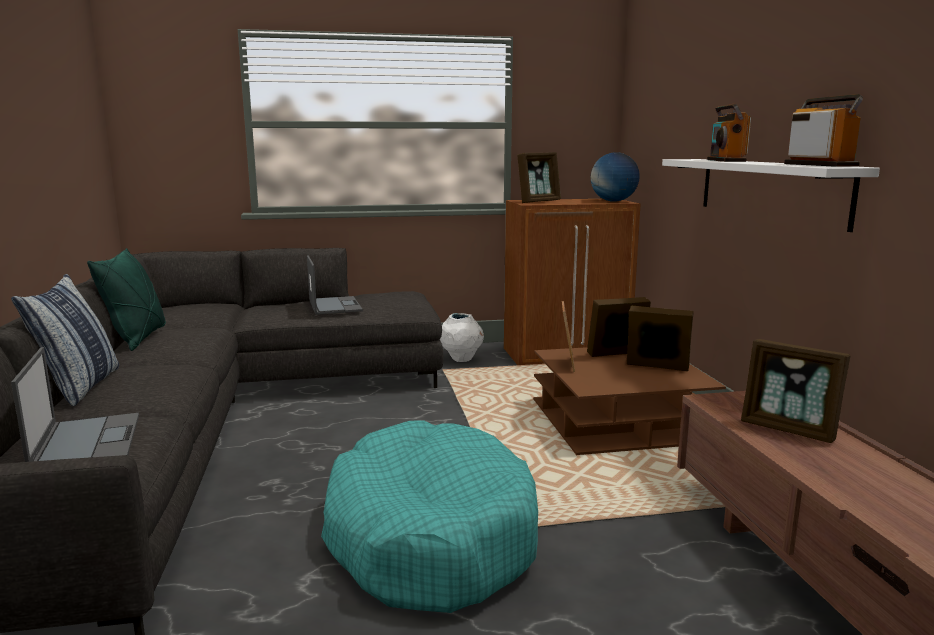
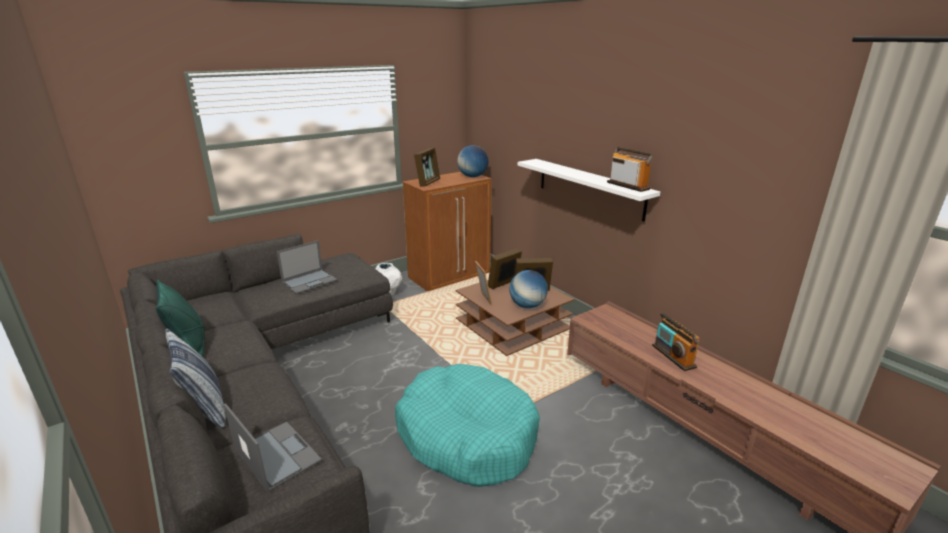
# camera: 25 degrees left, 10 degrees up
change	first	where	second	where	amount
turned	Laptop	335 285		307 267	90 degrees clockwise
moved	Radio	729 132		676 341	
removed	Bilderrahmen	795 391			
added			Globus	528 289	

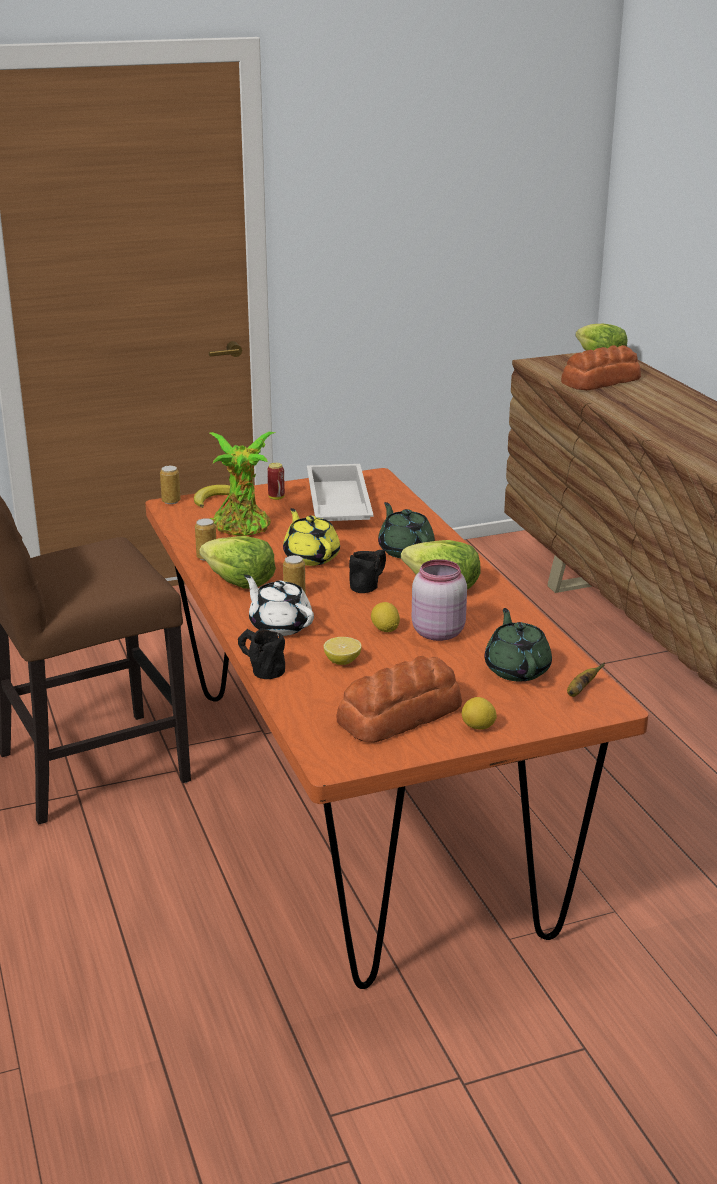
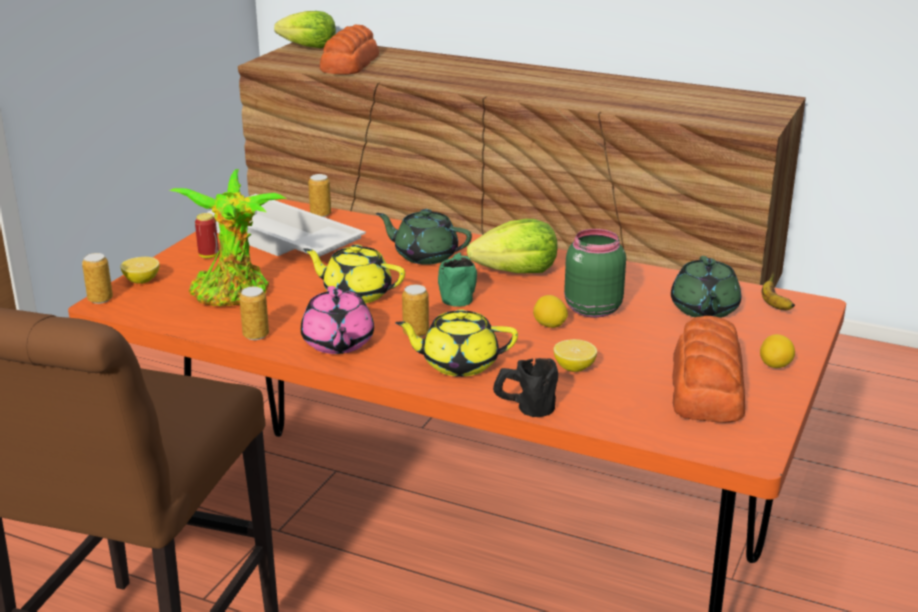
# camera: 45 degrees left, 0 degrees up
change	first	where	second	where	amount
replaced	Banane	212 496	Zitrone	140 270	
replaced	Salatkopf	237 562	Teekanne (rosa)	337 320	
recoloured	Teekanne (weiß)	279 605	Teekanne (gelb)	456 343	
recoloured	Henkelbecher (schwarz)	367 571	Henkelbecher (grün)	457 279	
recoloured	Vorratsglas (rosa)	439 600	Vorratsglas (grün)	595 273	
turned	Teekanne (grün)	518 644		706 287	120 degrees counterclockwise
added			Dose	319 195	

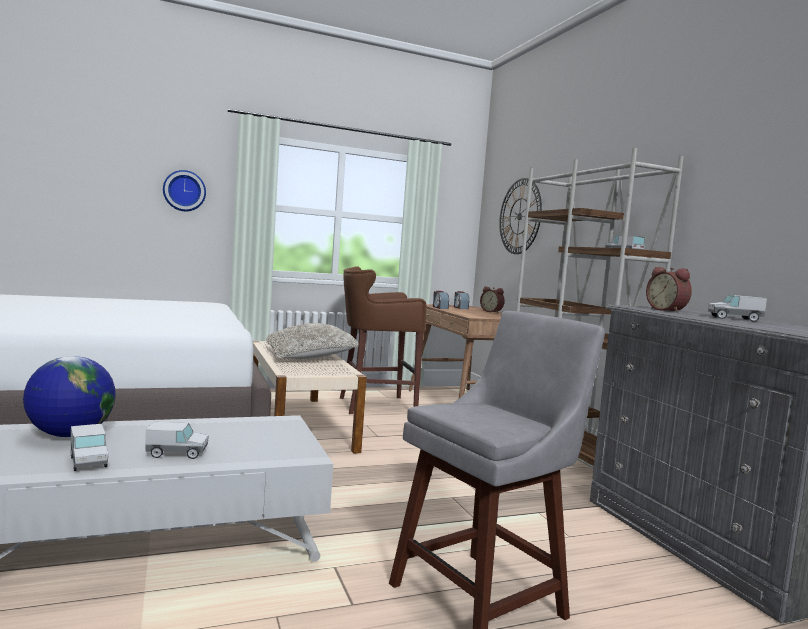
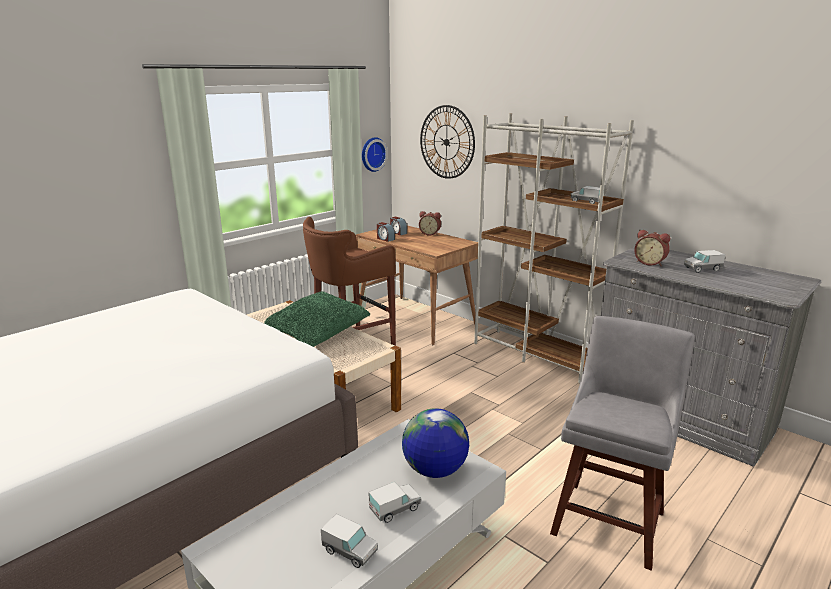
# camera: 25 degrees left, 15 degrees up
change	first	where	second	where	amount
moved	Globus	69 396		435 443	
moved	Wanduhr	184 190		375 154	
recoloured	Kissen (beige)	312 341	Kissen (grün)	317 319	

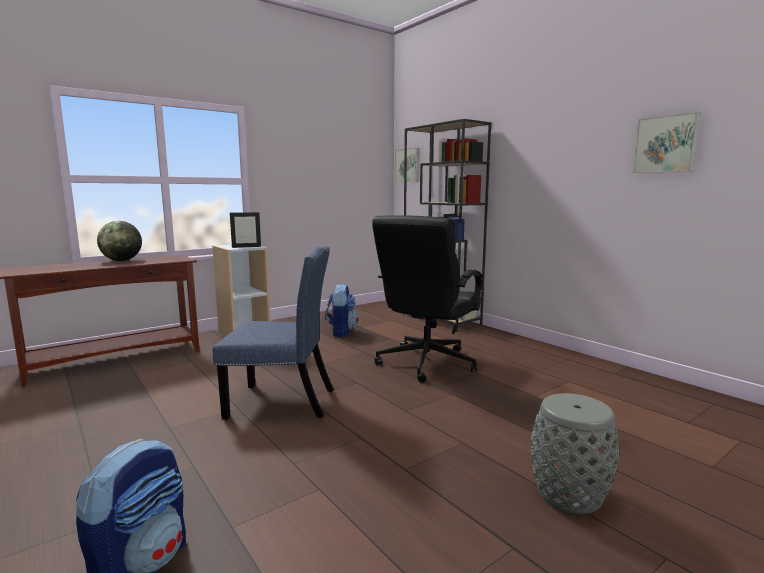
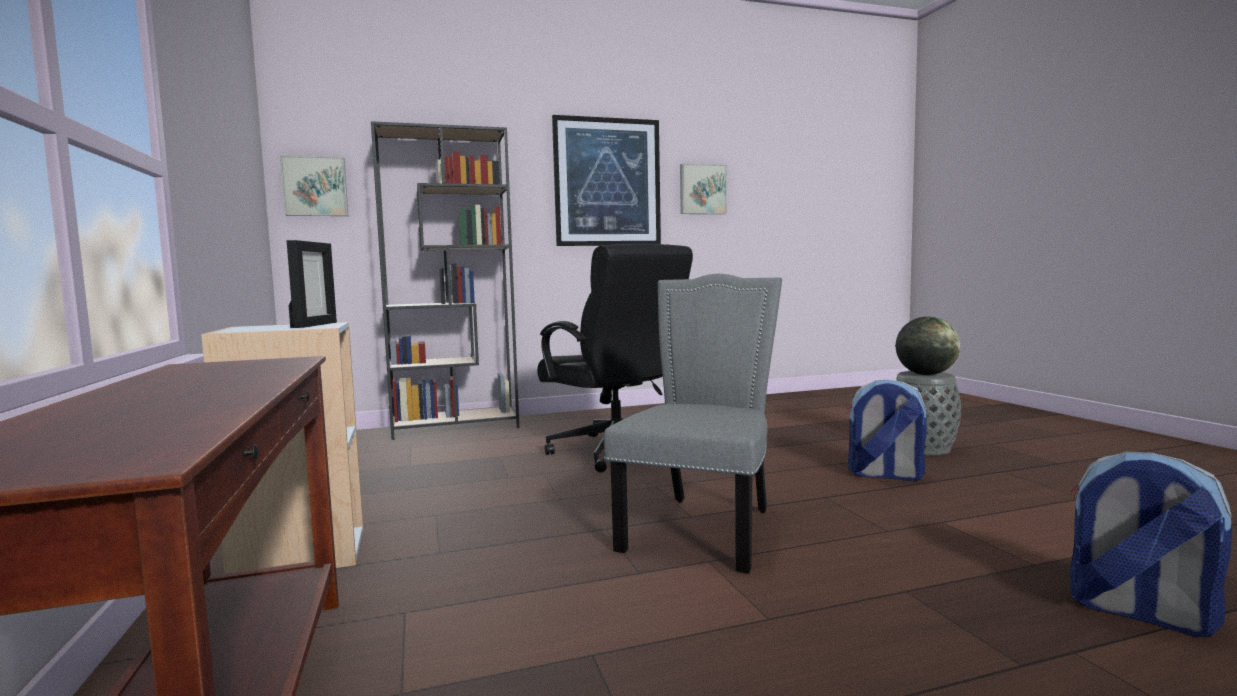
# camera: 70 degrees left, 5 degrees down
change	first	where	second	where	amount
moved	Globus	119 241		928 345	
recoloured	Stuhl (blau)	273 333	Stuhl (grau)	693 424	
moved	Rucksack	342 310		887 430	
added			Bild	606 180	

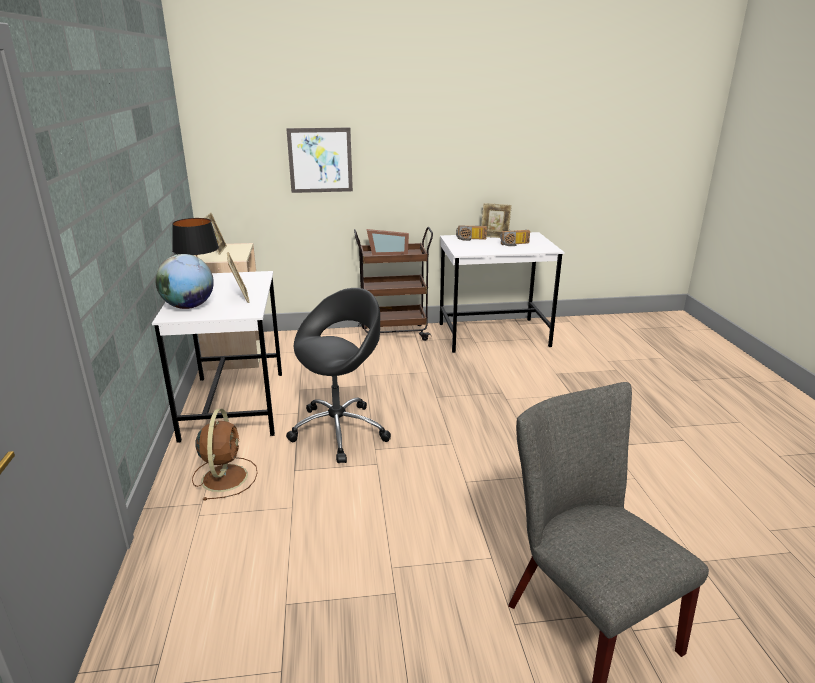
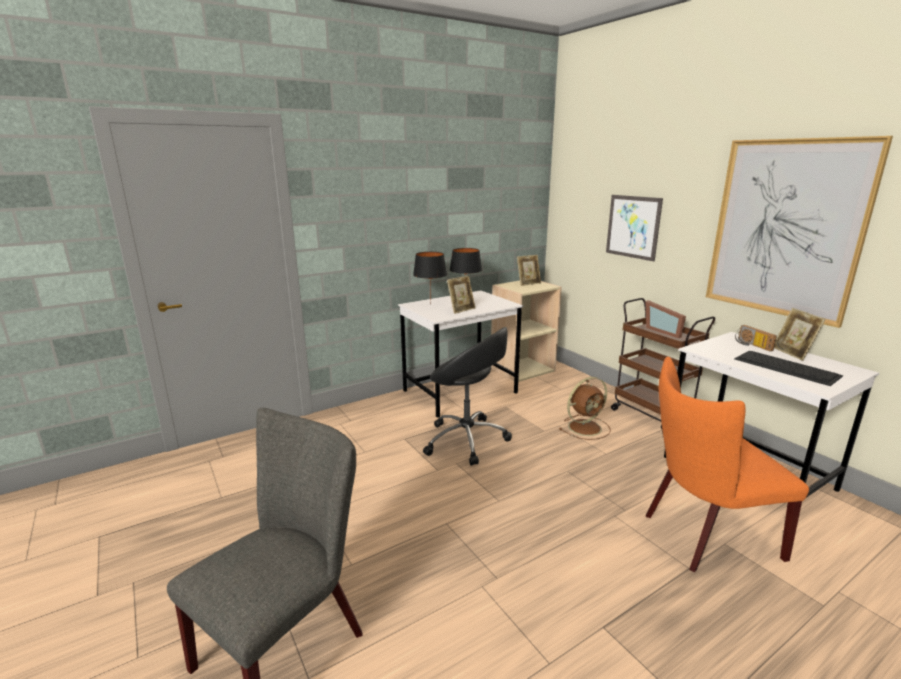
# camera: 65 degrees right, 5 degrees down
change	first	where	second	where	amount
replaced	Globus	184 281	Tischlampe (schwarz)	430 278	
moved	Ventilator (braun)	225 455		585 408	
replaced	Radio	515 238	Tastatur	788 368	
added			Stuhl (orange)	727 464	
added			Bild	799 232	

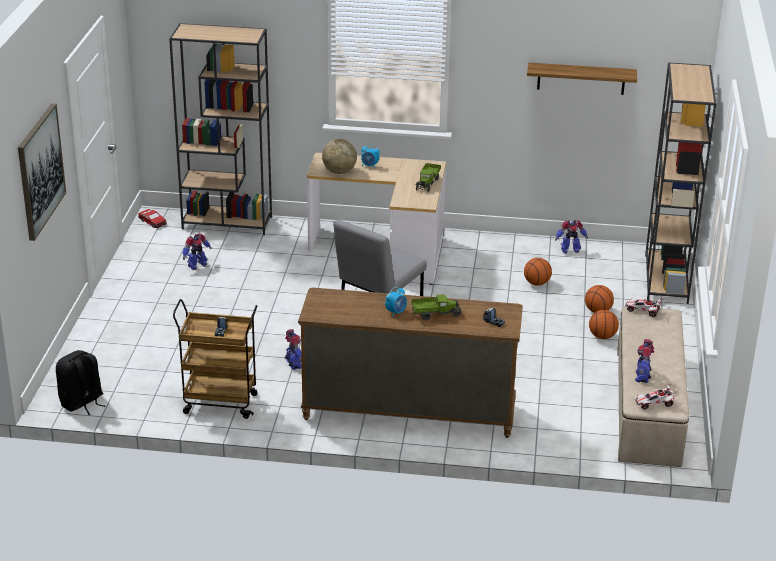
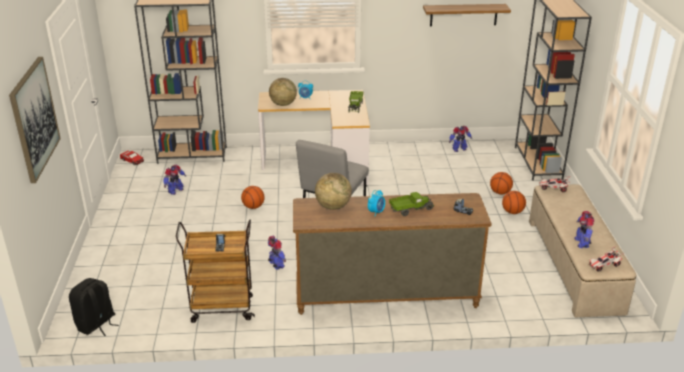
# camera: 10 degrees left, 0 degrees up
change	first	where	second	where	amount
moved	Basketball	538 272		253 197	
added			Globus	333 191	

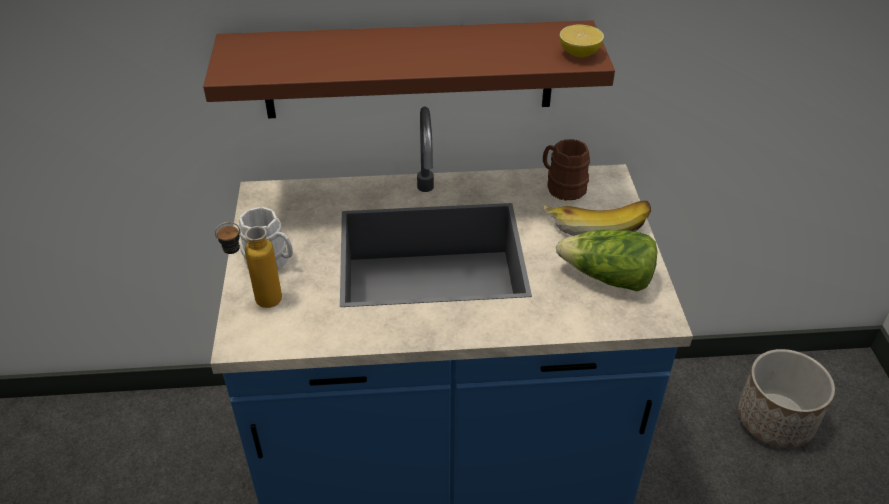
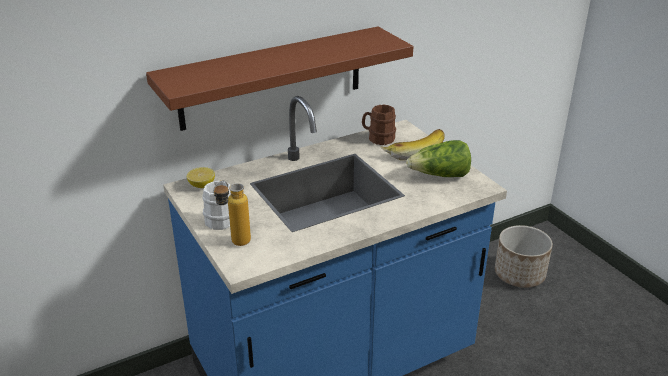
# camera: 25 degrees left, 10 degrees down
change	first	where	second	where	amount
moved	Zitrone	581 40		201 177	

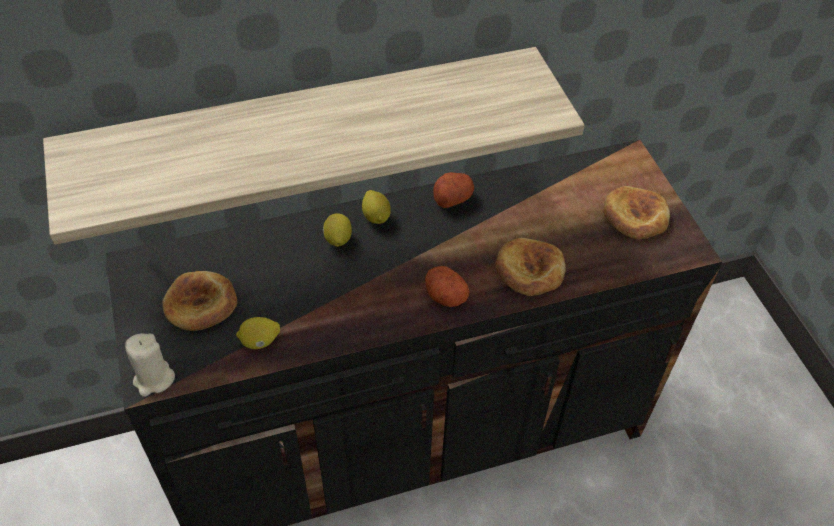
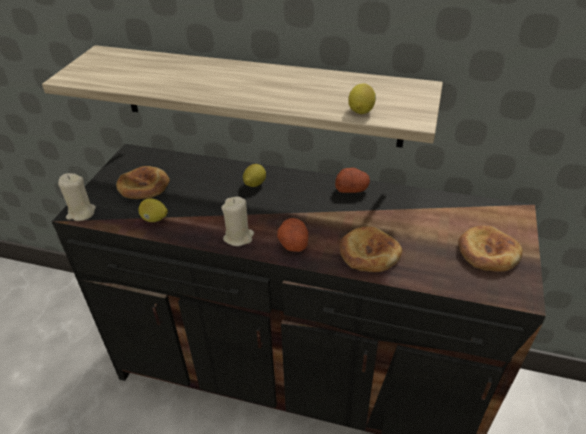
# camera: 35 degrees right, 10 degrees down
change	first	where	second	where	amount
moved	Zitrone	376 207		362 99	
added			Kerze (beige)	237 221	

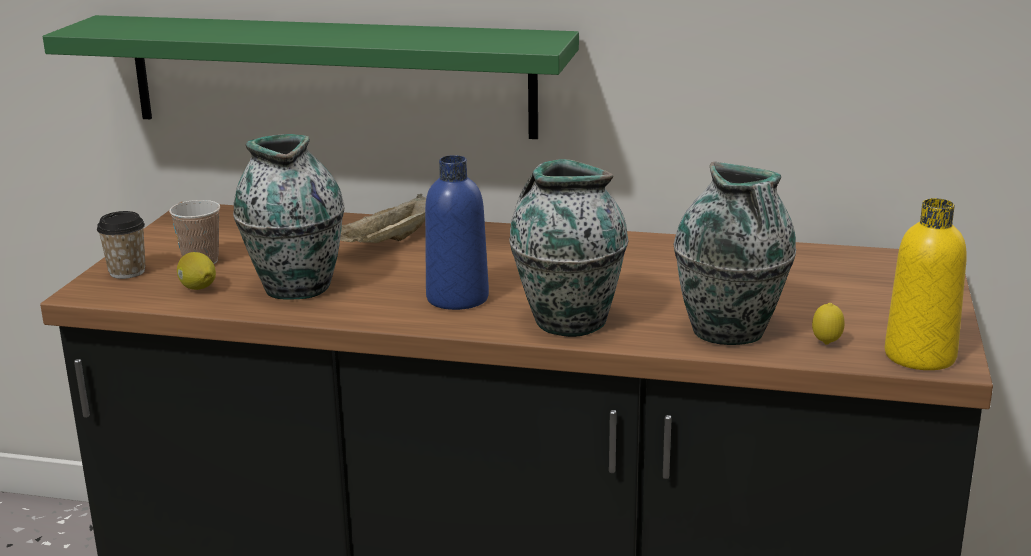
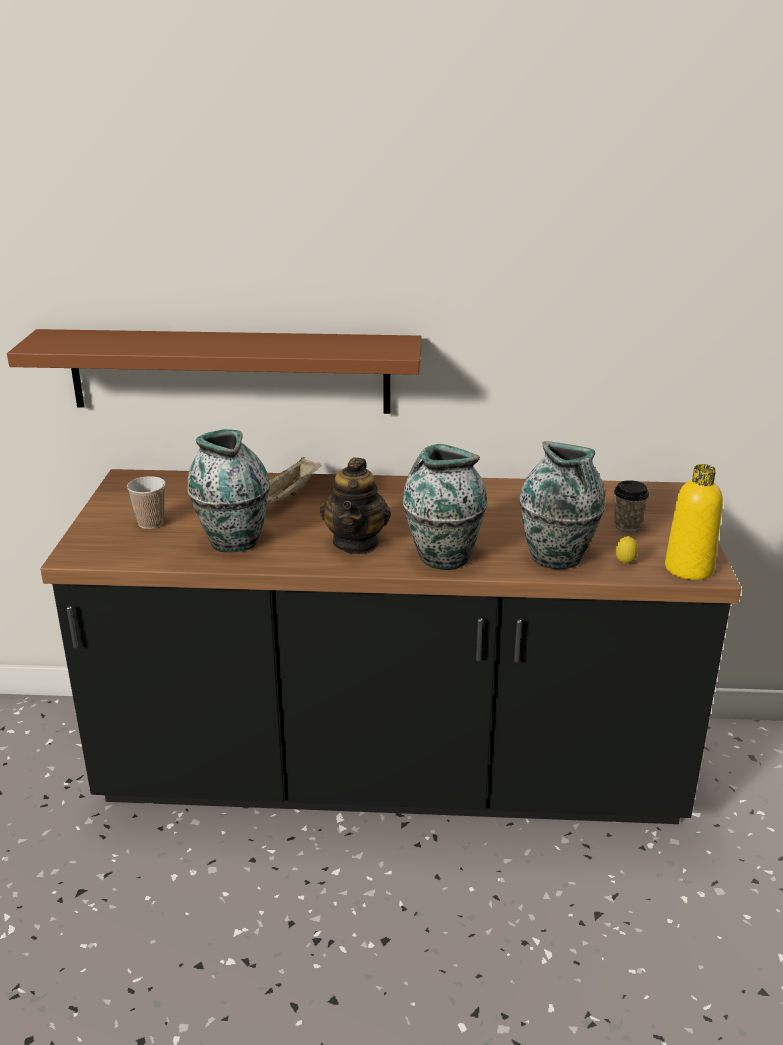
# camera: 10 degrees left, 5 degrees up
change	first	where	second	where	amount
recoloured	Wandregal (grün)	311 77	Wandregal (braun)	214 371	
moved	Tasse	121 245		631 506	
removed	Zitrone	196 271			
replaced	Flasche (blau)	457 232	Teekanne	355 505	

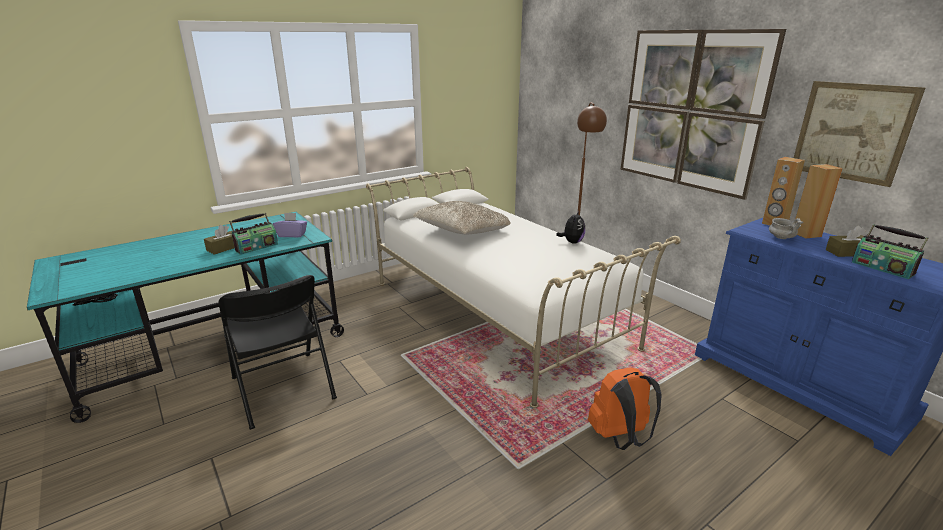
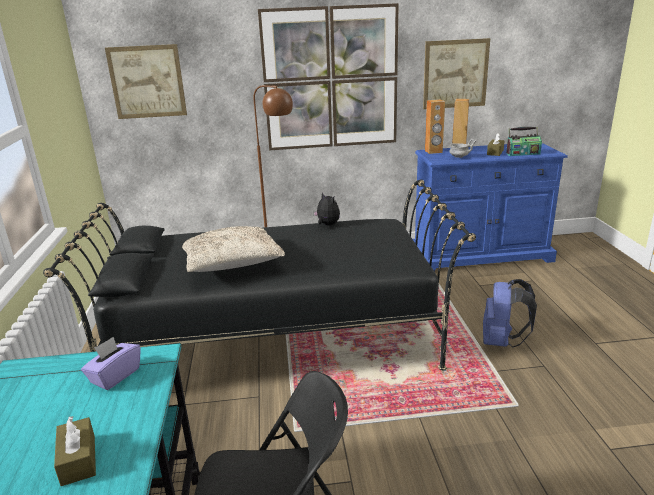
# camera: 60 degrees left, 0 degrees up
change	first	where	second	where	amount
removed	Radio	253 234			
recoloured	Bett (weiß)	523 287	Bett (schwarz)	259 275	
recoloured	Rucksack (orange)	625 408	Rucksack (blau)	510 313	
added			Bild	146 81	

